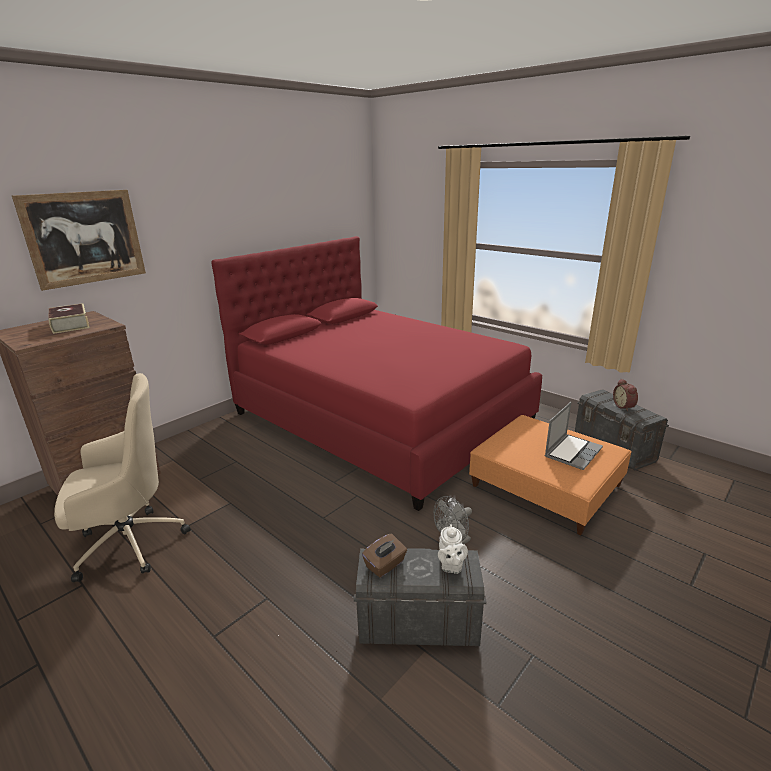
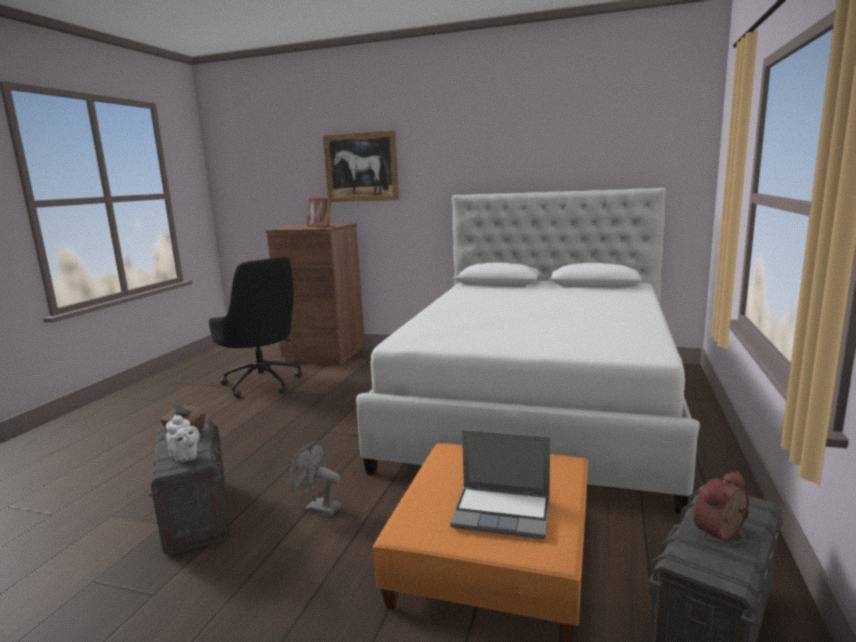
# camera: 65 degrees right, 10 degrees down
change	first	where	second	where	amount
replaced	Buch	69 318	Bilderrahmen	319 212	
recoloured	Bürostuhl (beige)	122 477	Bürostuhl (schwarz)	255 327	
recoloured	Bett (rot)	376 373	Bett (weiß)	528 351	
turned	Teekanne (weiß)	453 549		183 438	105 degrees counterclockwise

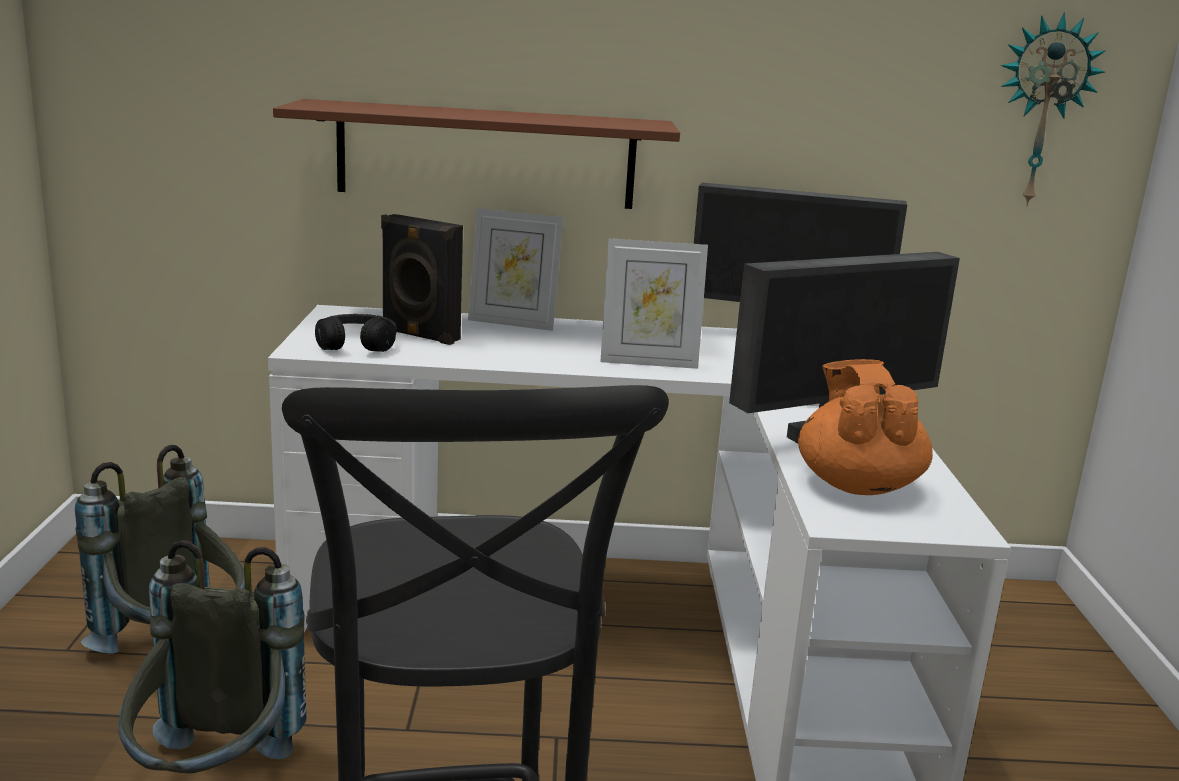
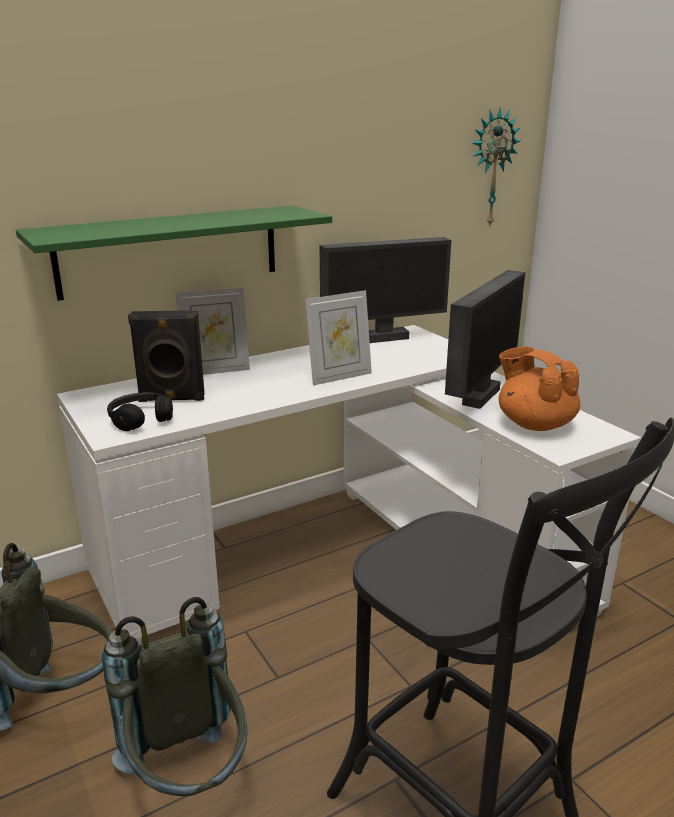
# camera: 30 degrees left, 5 degrees up
change	first	where	second	where	amount
recoloured	Wandregal (braun)	476 154	Wandregal (grün)	174 253	

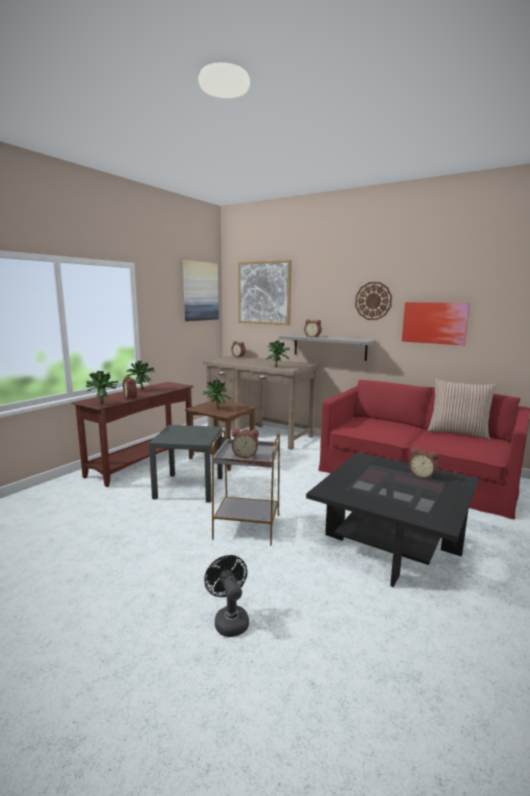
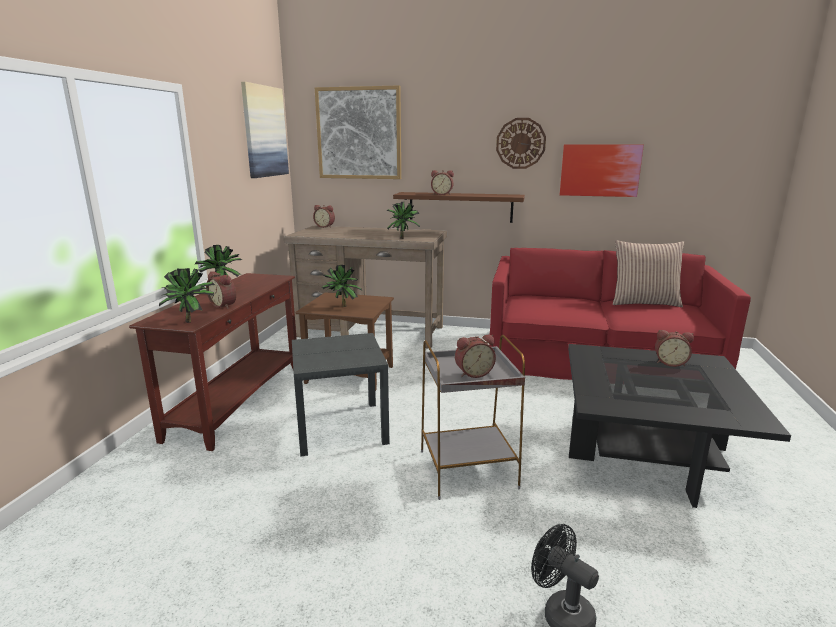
# camera: 20 degrees left, 5 degrees up
change	first	where	second	where	amount
recoloured	Wandregal (grau)	327 348	Wandregal (braun)	459 207	

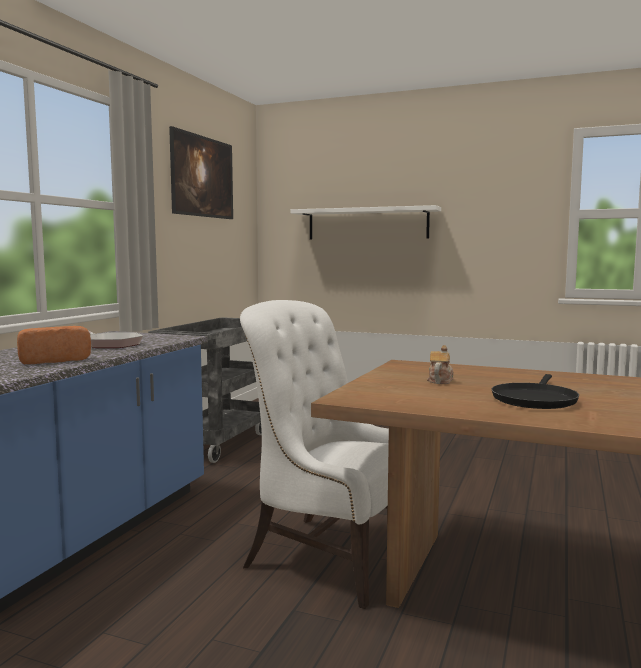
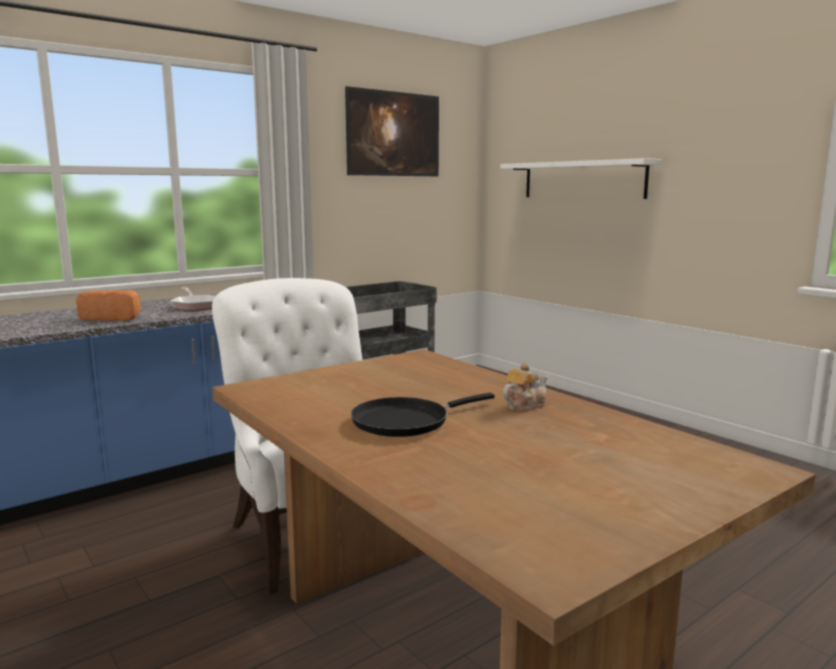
# camera: 30 degrees right, 5 degrees up
change	first	where	second	where	amount
moved	Teekanne	440 364		525 387	

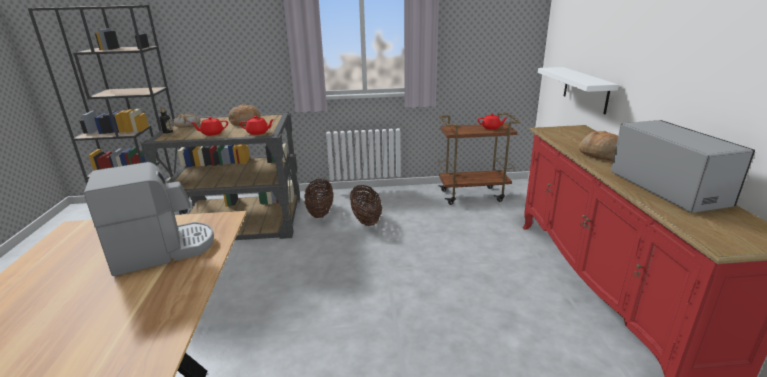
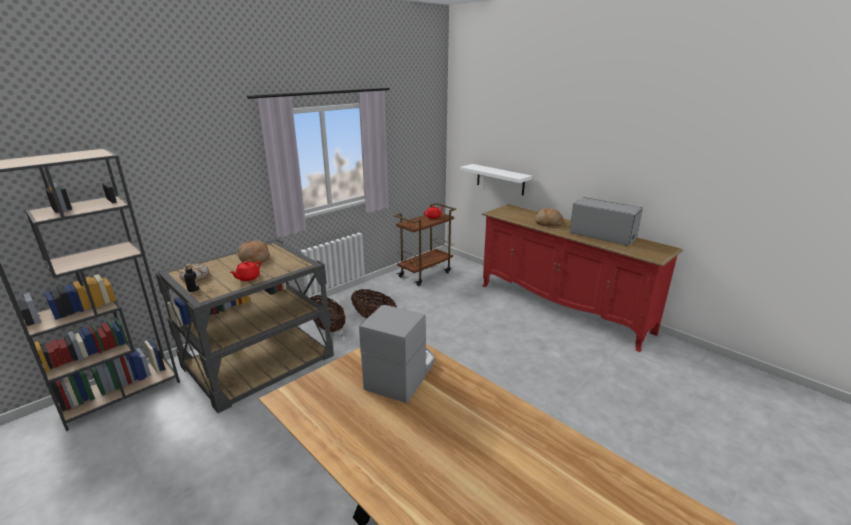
# camera: 40 degrees left, 0 degrees up
change	first	where	second	where	amount
removed	Teekanne (rot)	257 125			

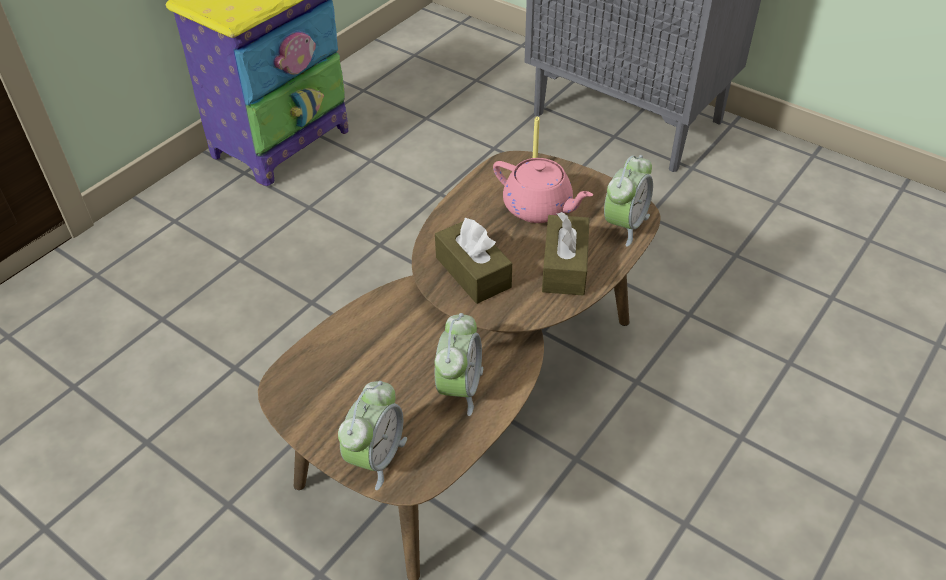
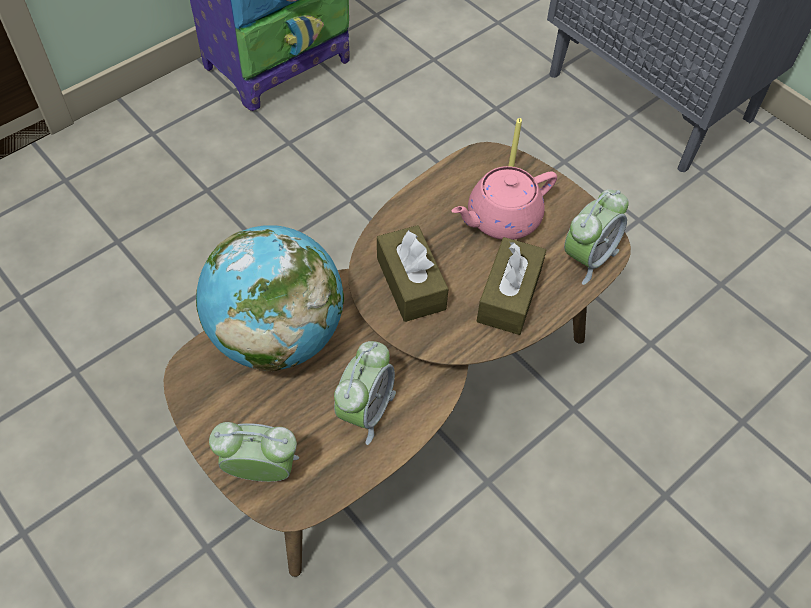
# camera: 10 degrees right, 10 degrees up
change	first	where	second	where	amount
turned	Wecker	372 435		254 452	120 degrees counterclockwise
turned	Teekanne (rosa)	543 190		504 203	105 degrees clockwise
added			Globus	270 298	

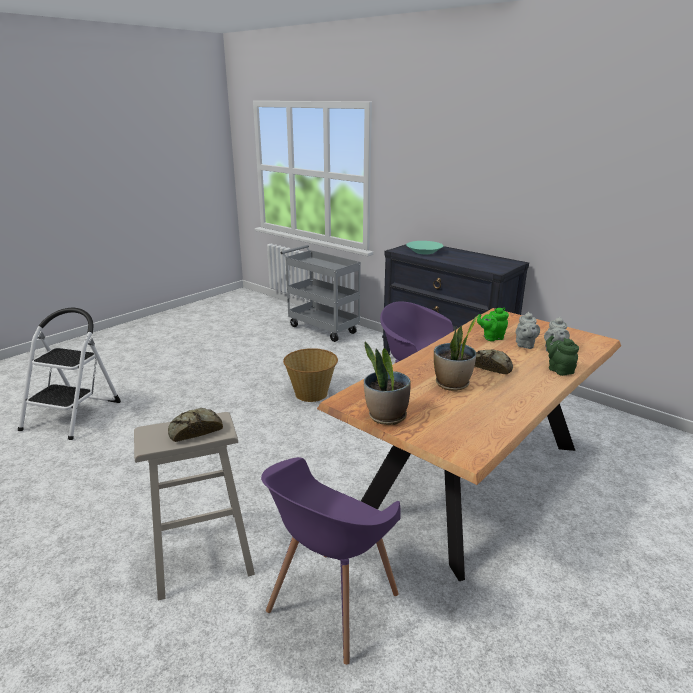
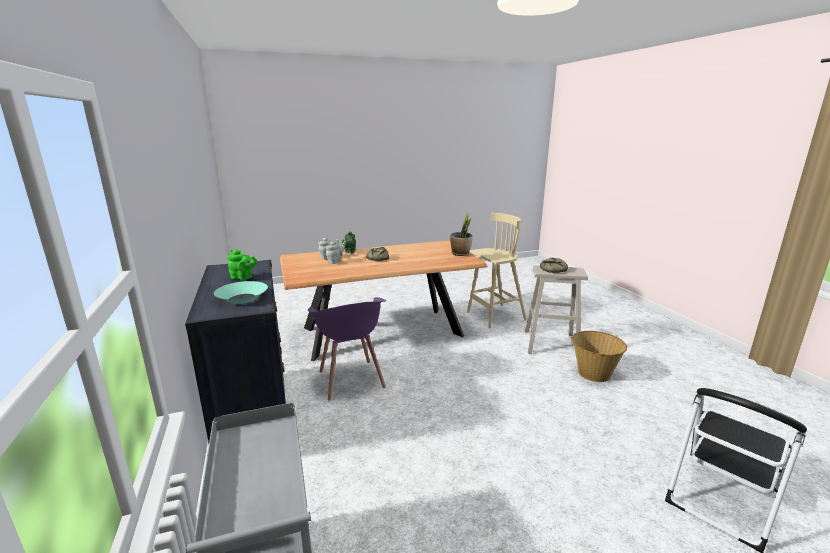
# camera: 150 degrees left, 5 degrees down
change	first	where	second	where	amount
replaced	Stuhl (lila)	330 561	Hocker (beige)	497 270	
moved	Korb	310 375		599 356	
removed	Topfpflanze	456 353			
moved	Teekanne (grün)	493 324		242 264	

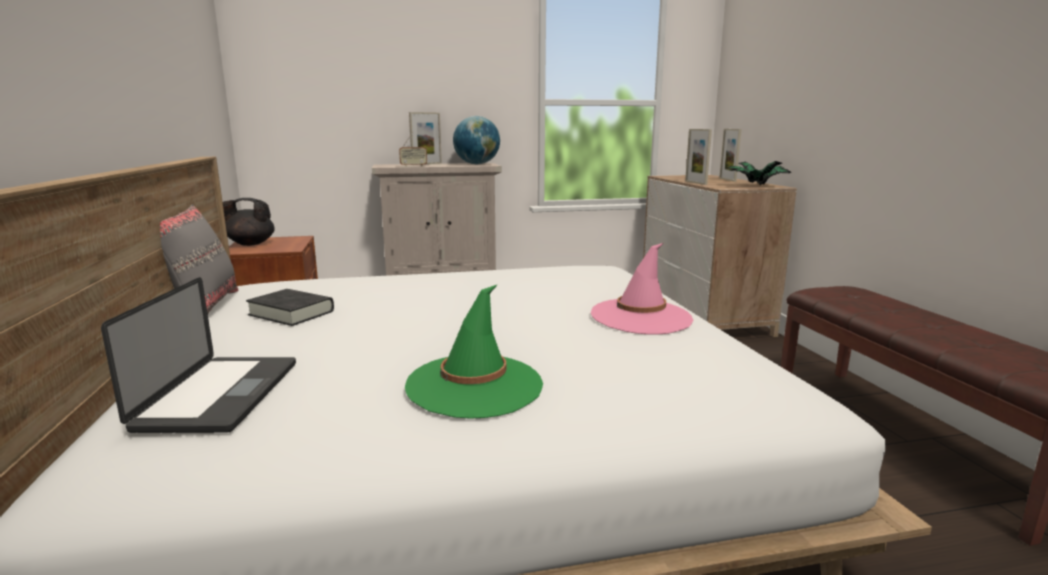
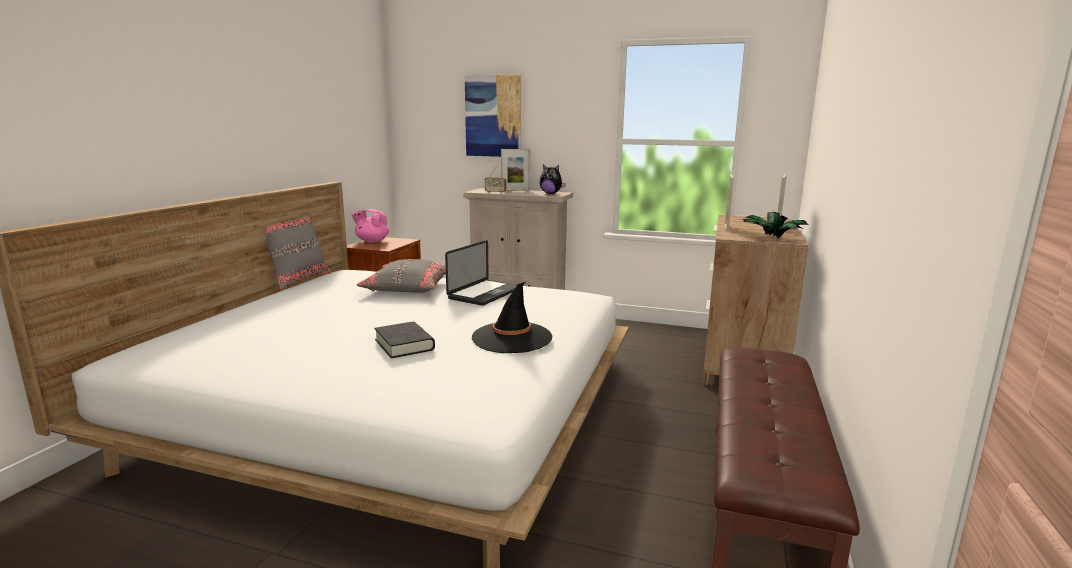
# camera: 30 degrees right, 0 degrees up
change	first	where	second	where	amount
moved	Laptop	198 355		481 273	
recoloured	Teekanne (schwarz)	249 222	Teekanne (rosa)	370 226	
moved	Buch (schwarz)	290 307		404 340	
removed	Hut (grün)	474 351			
replaced	Globus	476 140	Plüschtier	553 179	
recoloured	Hut (rosa)	642 288	Hut (schwarz)	512 317	
added			Kissen (grau)	401 276	
added			Bild	493 116	

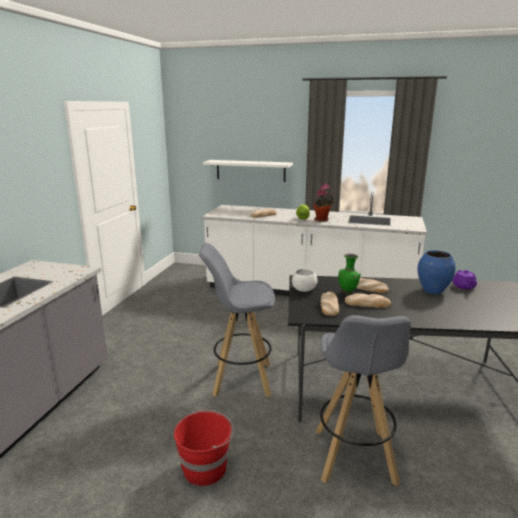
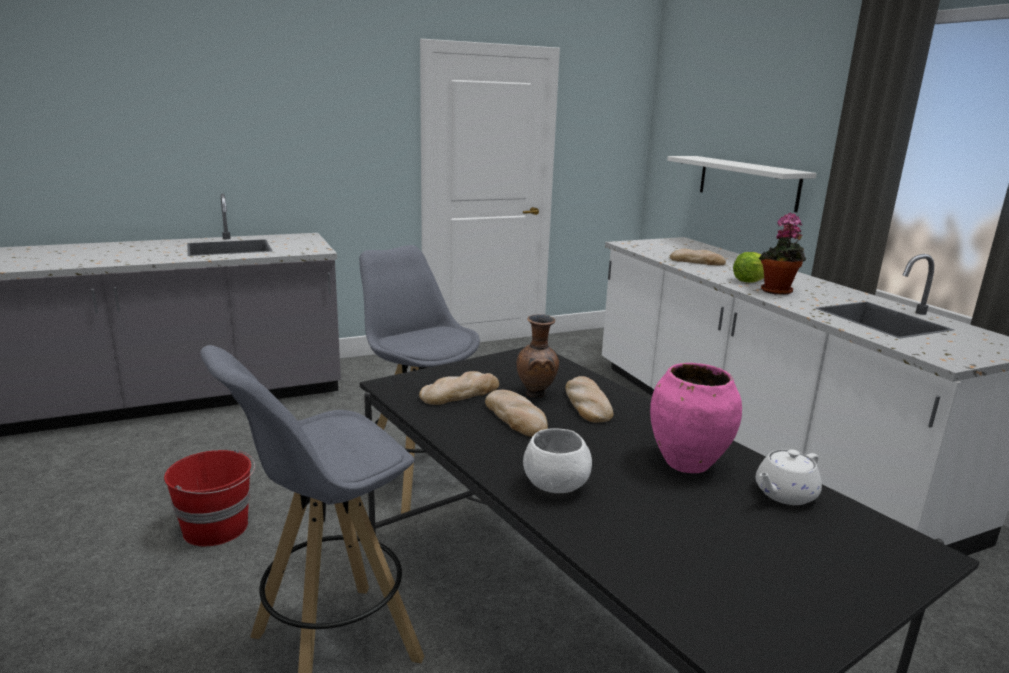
# camera: 50 degrees right, 0 degrees up
change	first	where	second	where	amount
moved	Schüssel (weiß)	305 280		557 460	
recoloured	Vase (grün)	349 274	Vase (braun)	538 355	
recoloured	Vase (blau)	437 272	Vase (rosa)	696 418	
recoloured	Teekanne (lila)	464 279	Teekanne (weiß)	789 477	

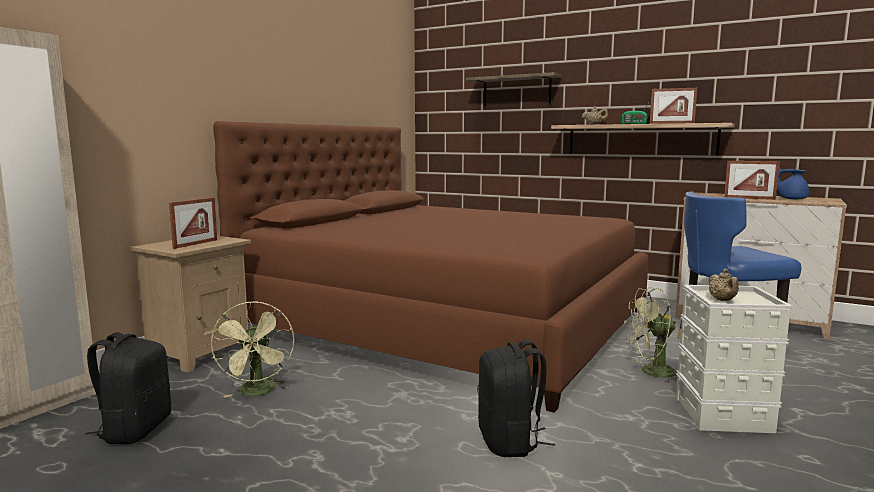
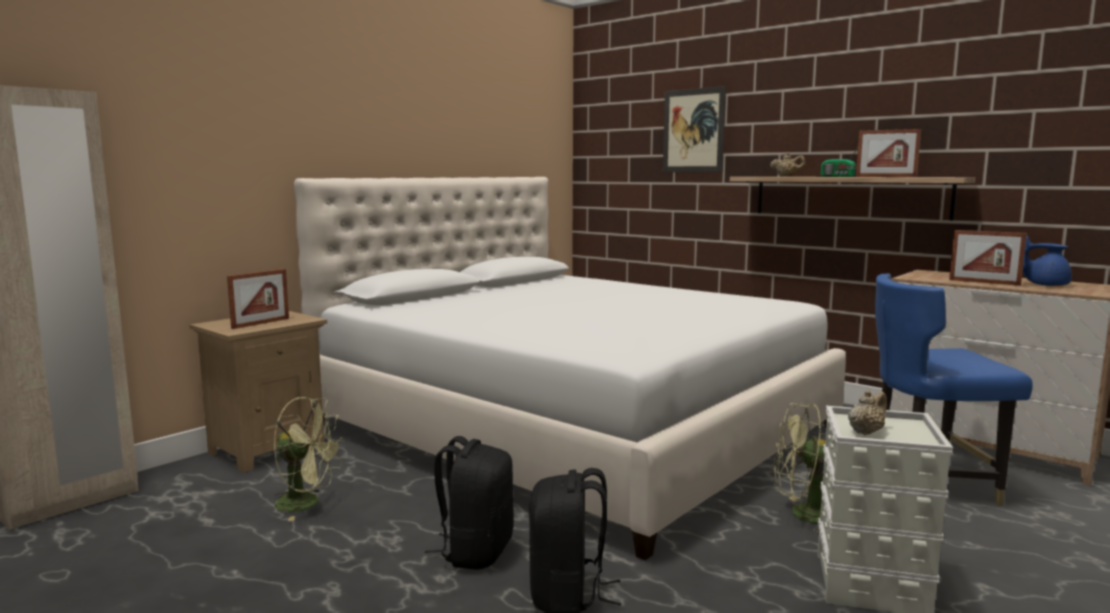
# camera: 10 degrees right, 0 degrees up
change	first	where	second	where	amount
moved	Rucksack (schwarz)	128 388		469 503	
turned	Ventilator (grün)	252 349		309 459	75 degrees counterclockwise
recoloured	Bett (braun)	430 267	Bett (weiß)	570 368	
replaced	Wandregal	514 89	Bild	694 129	
turned	Teekanne (beige)	723 285		867 412	135 degrees counterclockwise

